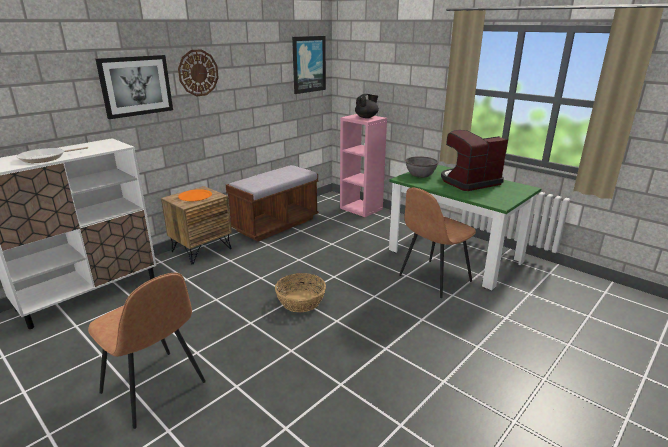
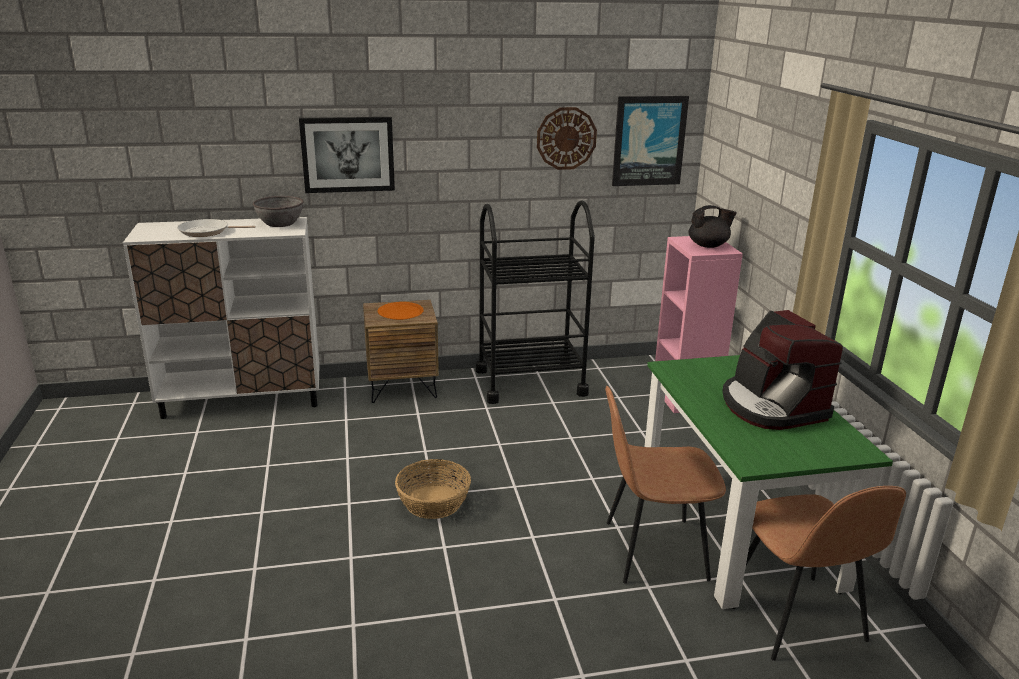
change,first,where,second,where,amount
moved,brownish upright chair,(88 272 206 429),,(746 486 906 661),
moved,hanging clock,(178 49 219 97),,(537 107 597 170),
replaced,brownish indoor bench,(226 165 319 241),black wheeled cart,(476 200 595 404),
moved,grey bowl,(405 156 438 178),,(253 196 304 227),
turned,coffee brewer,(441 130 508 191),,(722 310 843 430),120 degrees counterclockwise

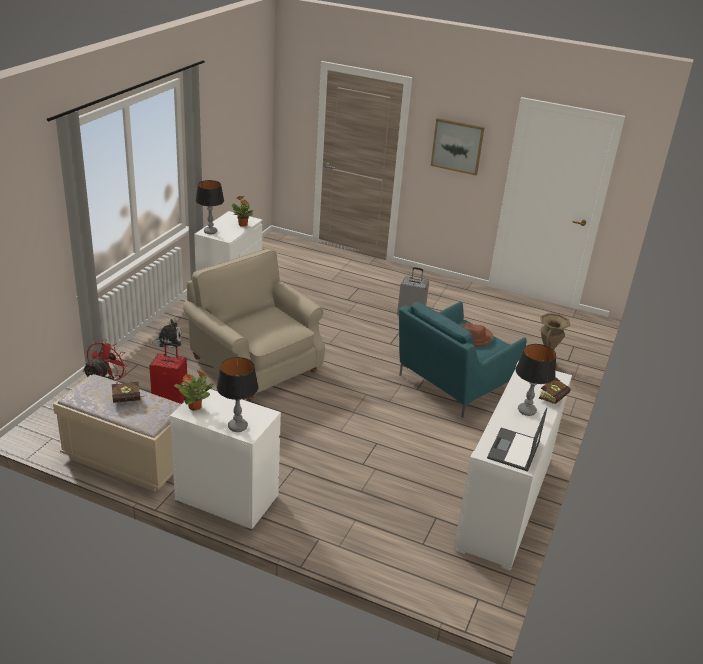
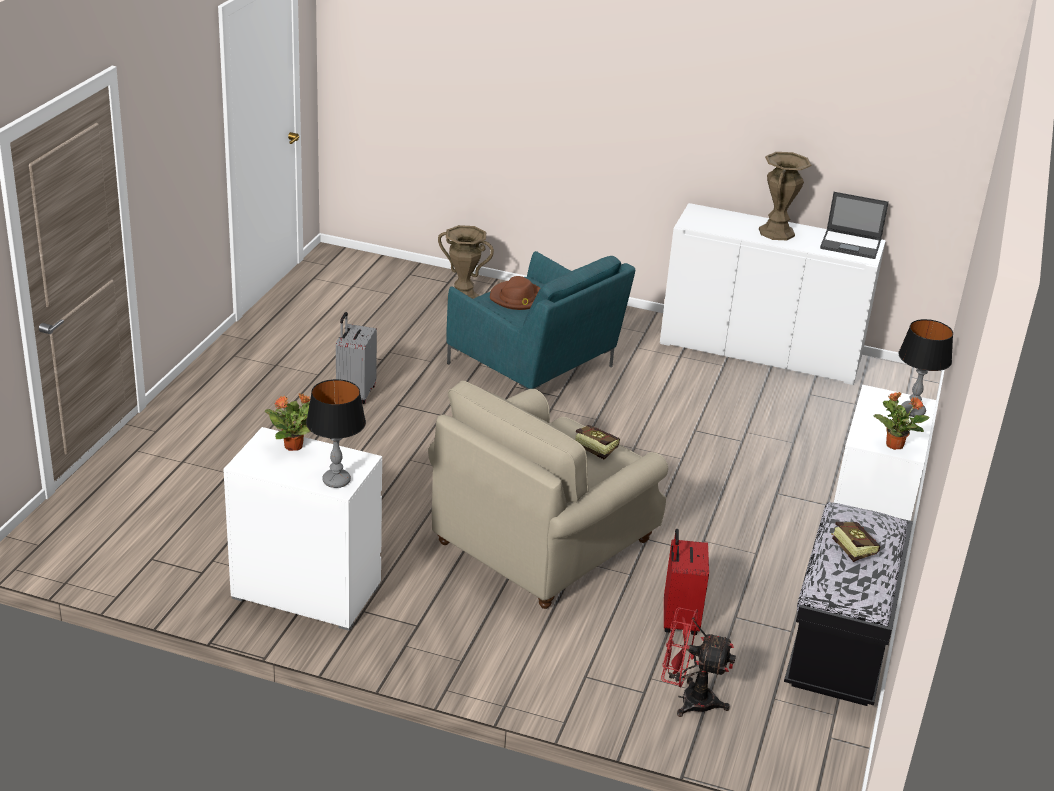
change,first,where,second,where,amount
recoloured,sand-coloured indoor bench,(53 374 182 491),black indoor bench,(784 502 913 706),
removed,plush toy,(149 319 182 348),,,
removed,wall art,(431 118 485 175),,,
replaced,table lamp,(516 344 556 416),brownish flower vase,(759 152 812 240),
moved,volume,(539 377 570 404),,(575 425 620 460),

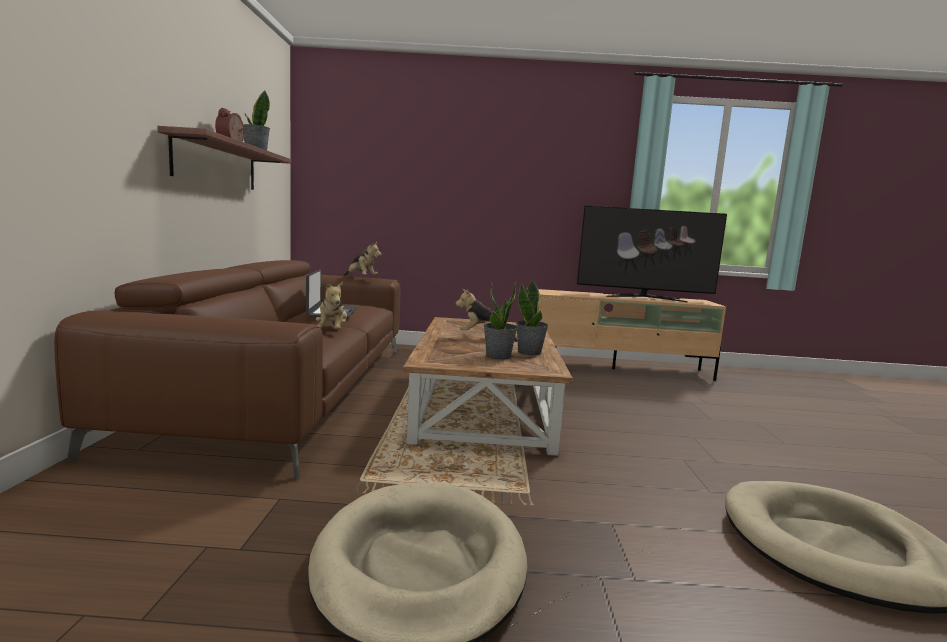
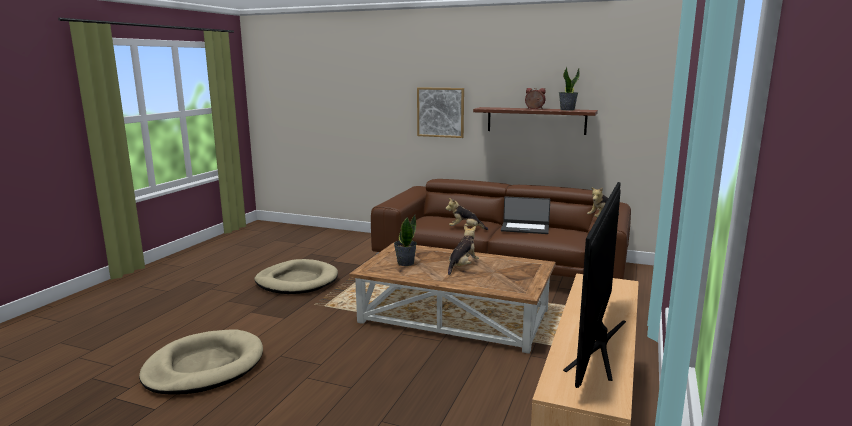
change,first,where,second,where,amount
removed,houseplant,(516 280 549 355),,,
added,,,wall art,(417 87 464 138),

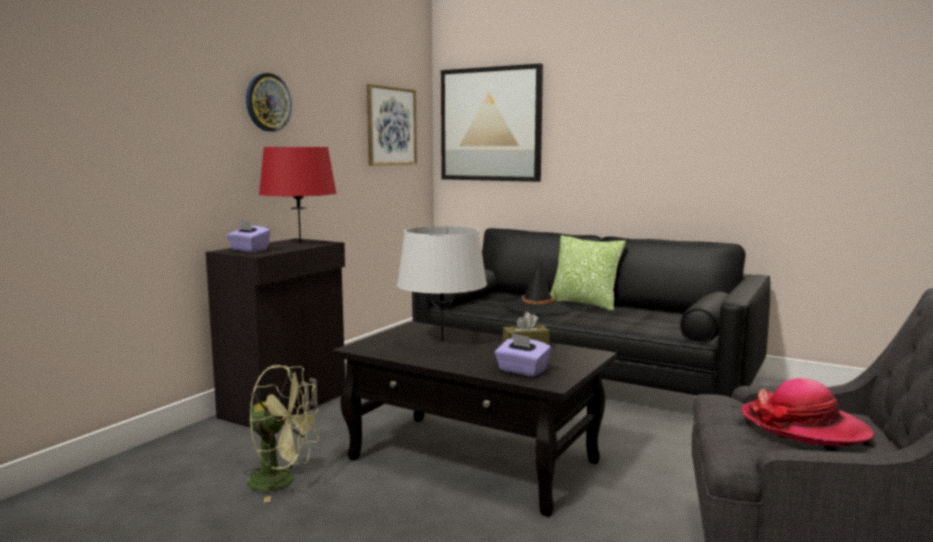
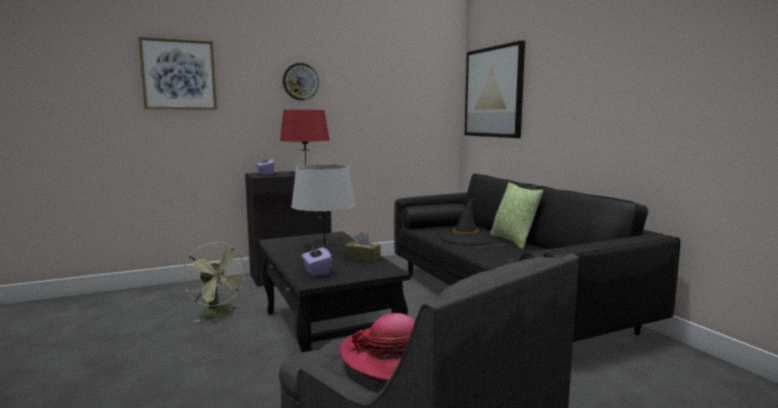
change,first,where,second,where,amount
moved,wall art,(367 84 417 166),,(138 37 217 110),

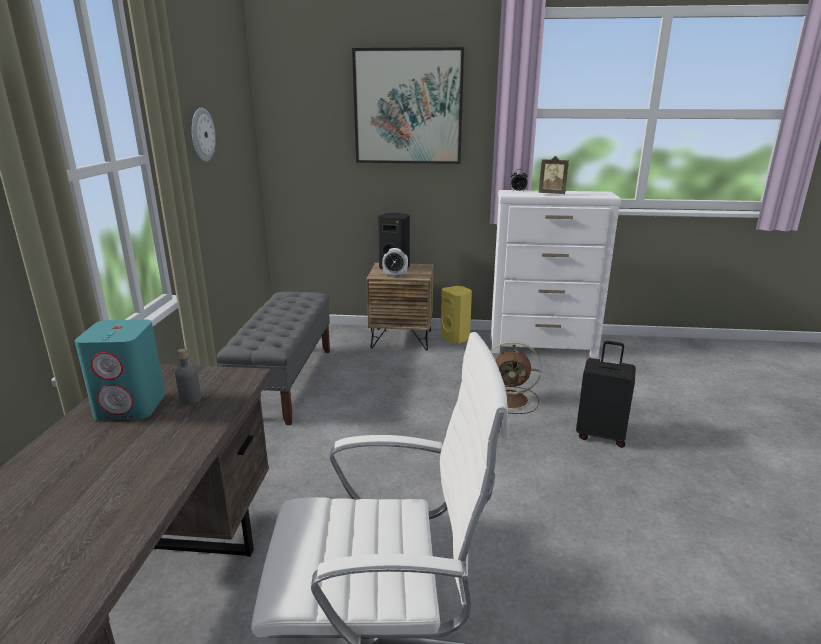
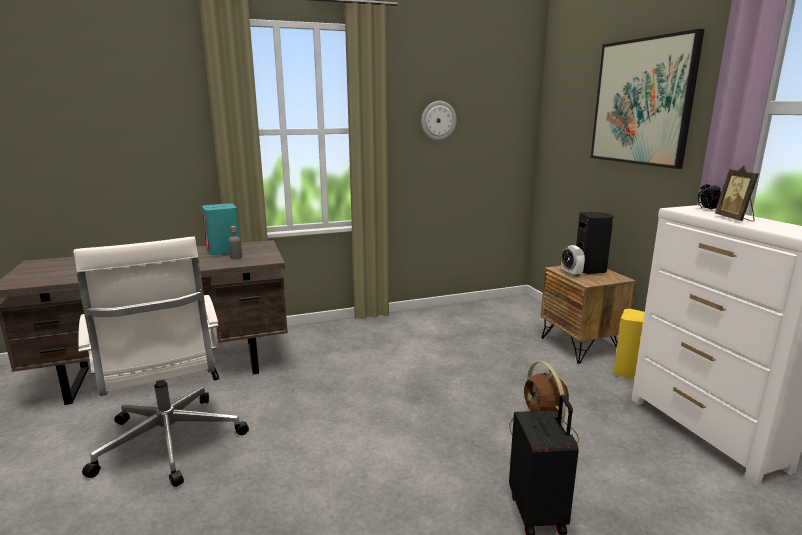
change,first,where,second,where,amount
removed,grey indoor bench,(216 292 330 425),,,

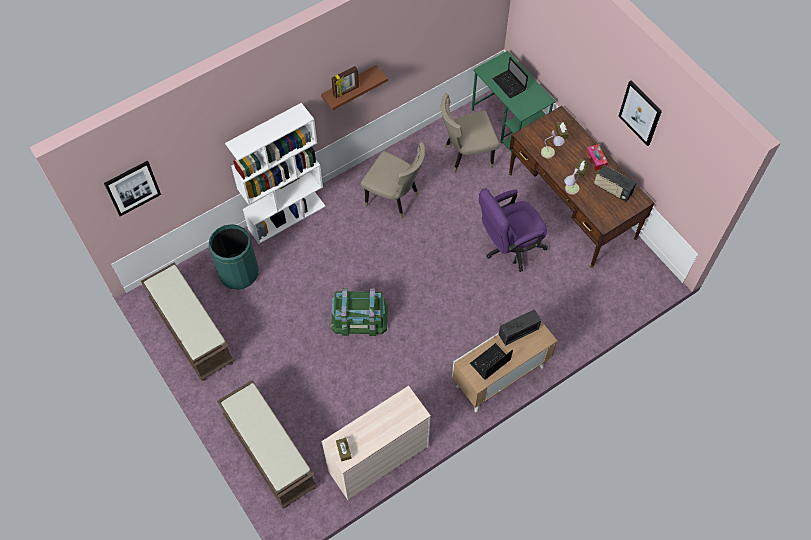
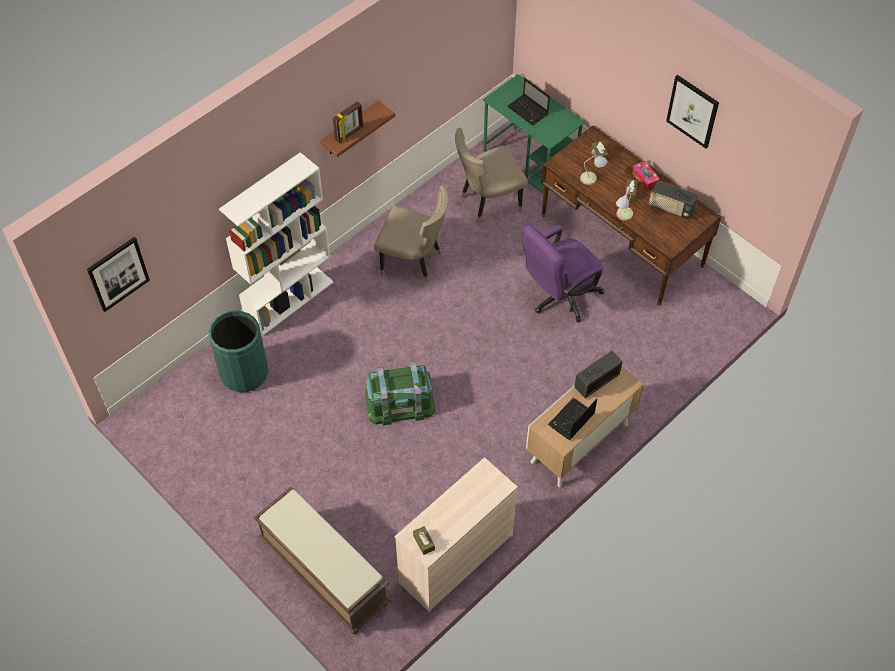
change,first,where,second,where,amount
removed,brownish indoor bench,(141 263 235 381),,,

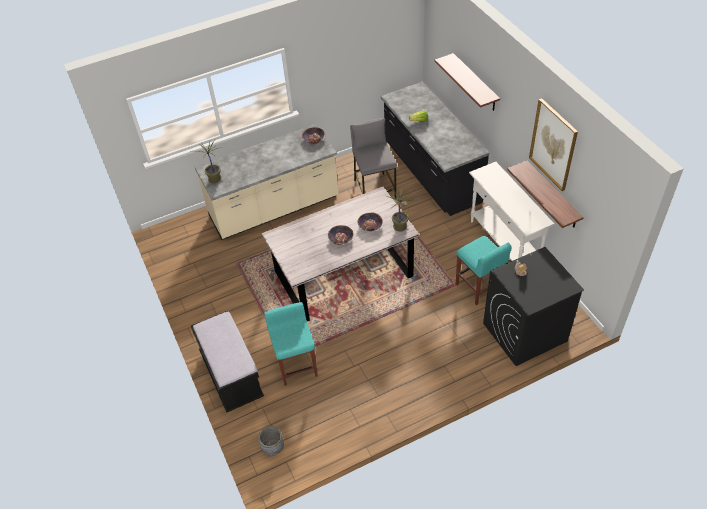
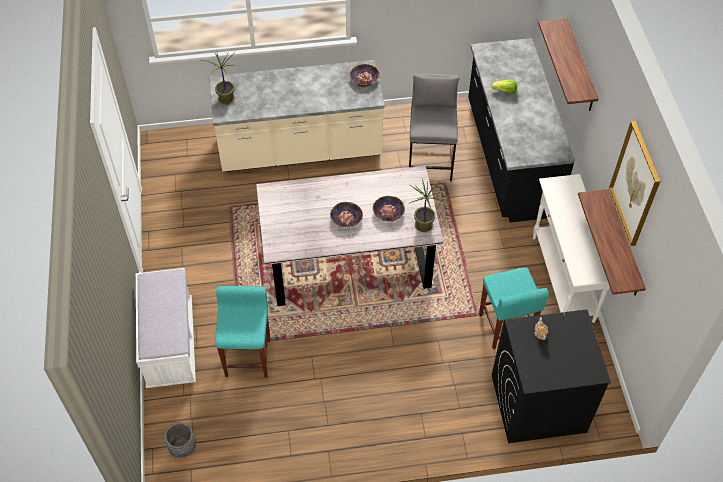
change,first,where,second,where,amount
recoloured,black indoor bench,(191 311 264 413),white indoor bench,(136 268 196 388),

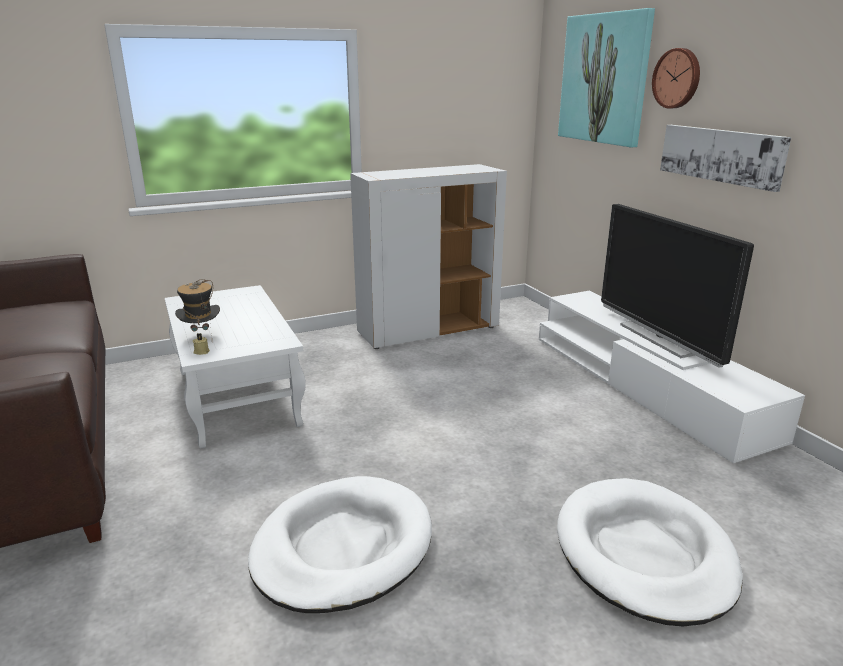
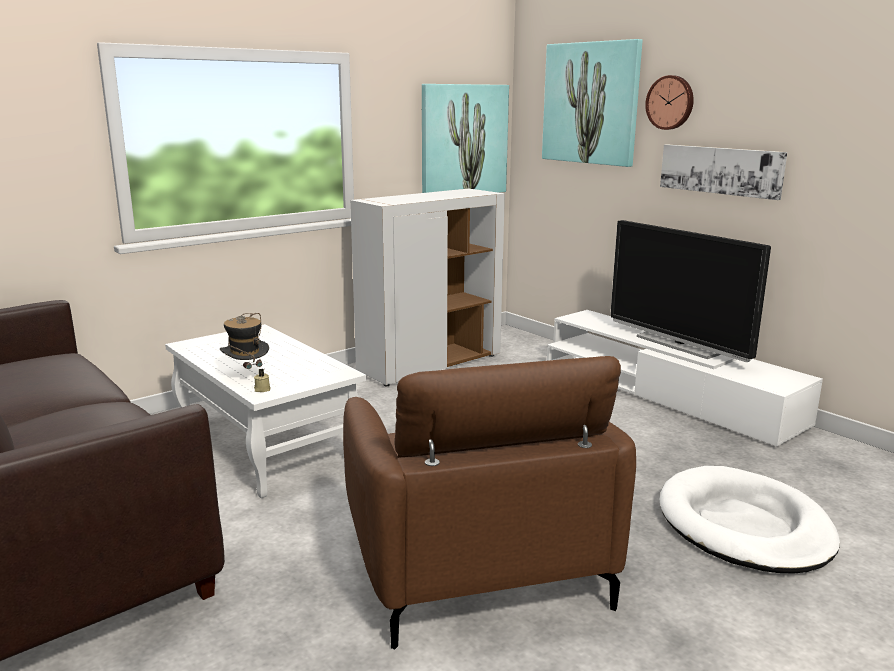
change,first,where,second,where,amount
replaced,white pet bed,(248 476 432 613),brownish lounge chair,(343 356 636 650),
added,,,wall art,(422 84 509 193),

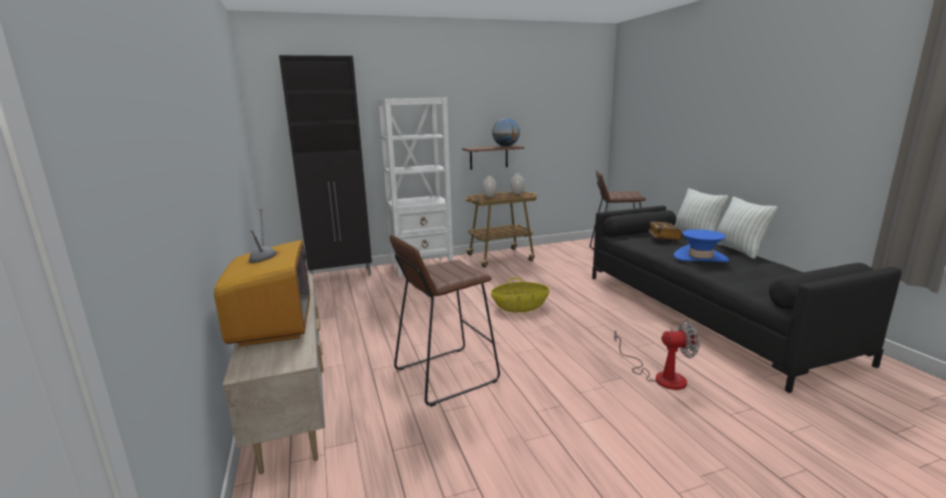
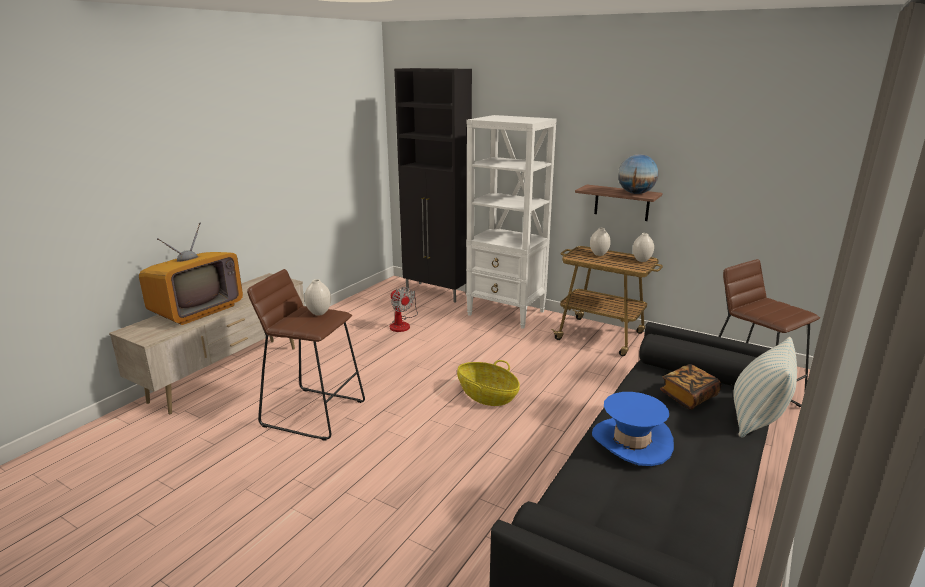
change,first,where,second,where,amount
moved,fan,(614 320 700 390),,(390 287 418 332),
removed,throw pillow,(717 197 778 259),,,
added,,,white flower vase,(304 279 331 316),

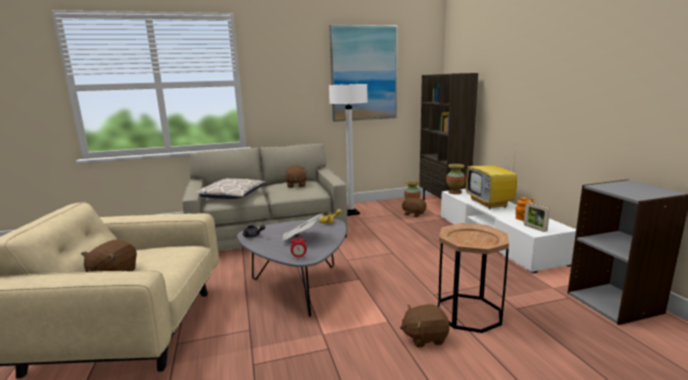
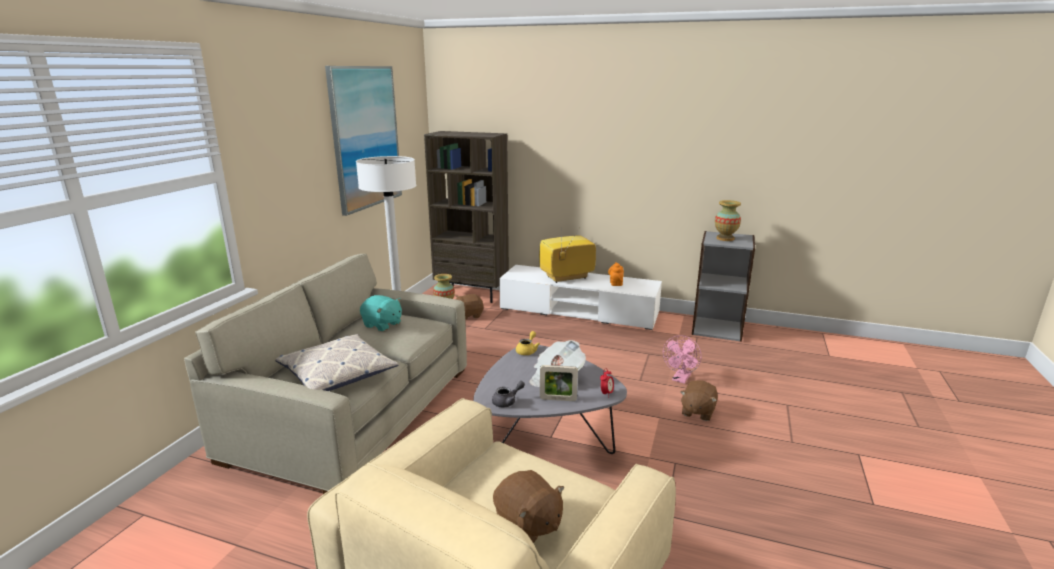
change,first,where,second,where,amount
recoloured,brownish plush toy,(284 165 307 188),turquoise plush toy,(360 295 402 331),
replaced,brownish end table,(438 223 509 333),pinkish fan,(663 335 702 384),
moved,flower vase,(446 164 465 194),,(715 200 741 241),
turned,television,(466 148 517 209),,(539 229 596 283),135 degrees clockwise
moved,picture frame,(524 202 550 232),,(540 365 578 401),

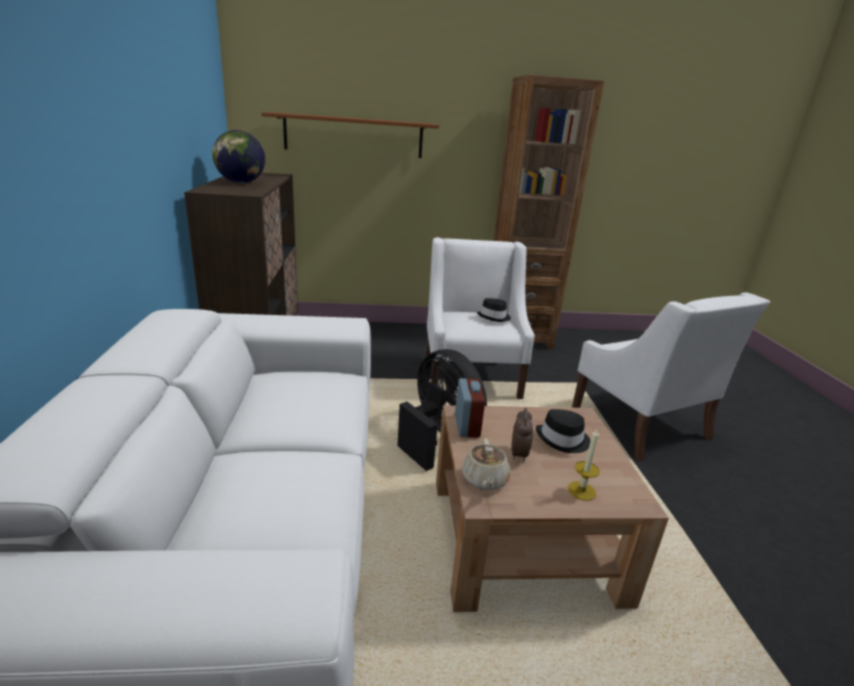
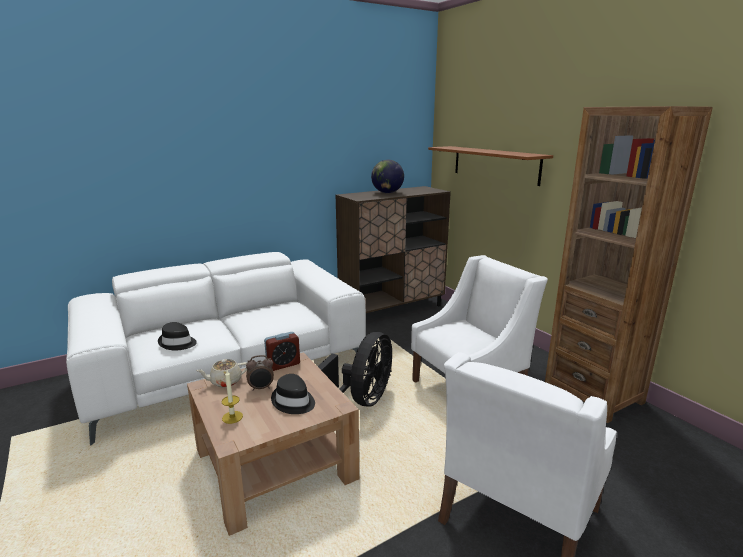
change,first,where,second,where,amount
moved,black wearable hat,(477 298 511 322),,(158 322 197 350),

